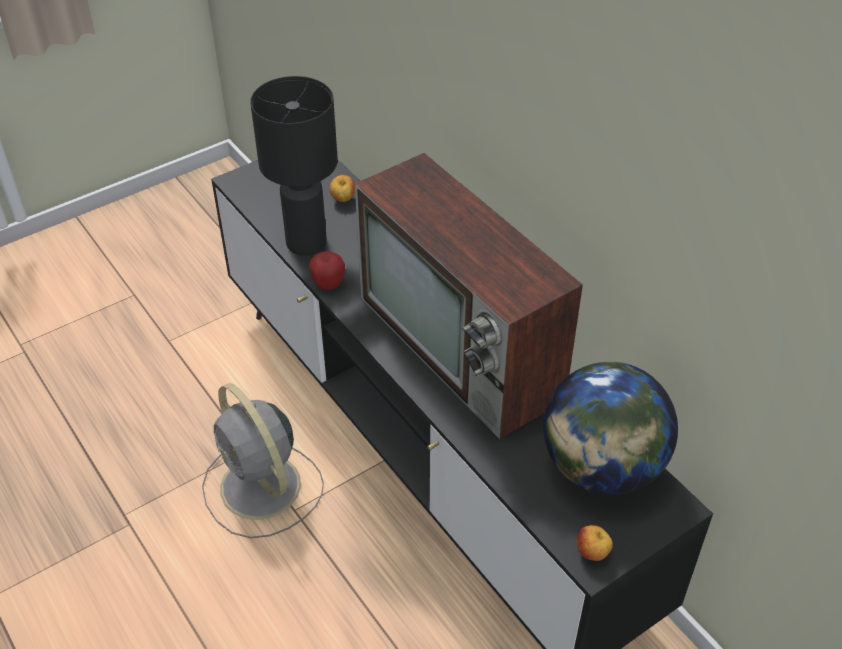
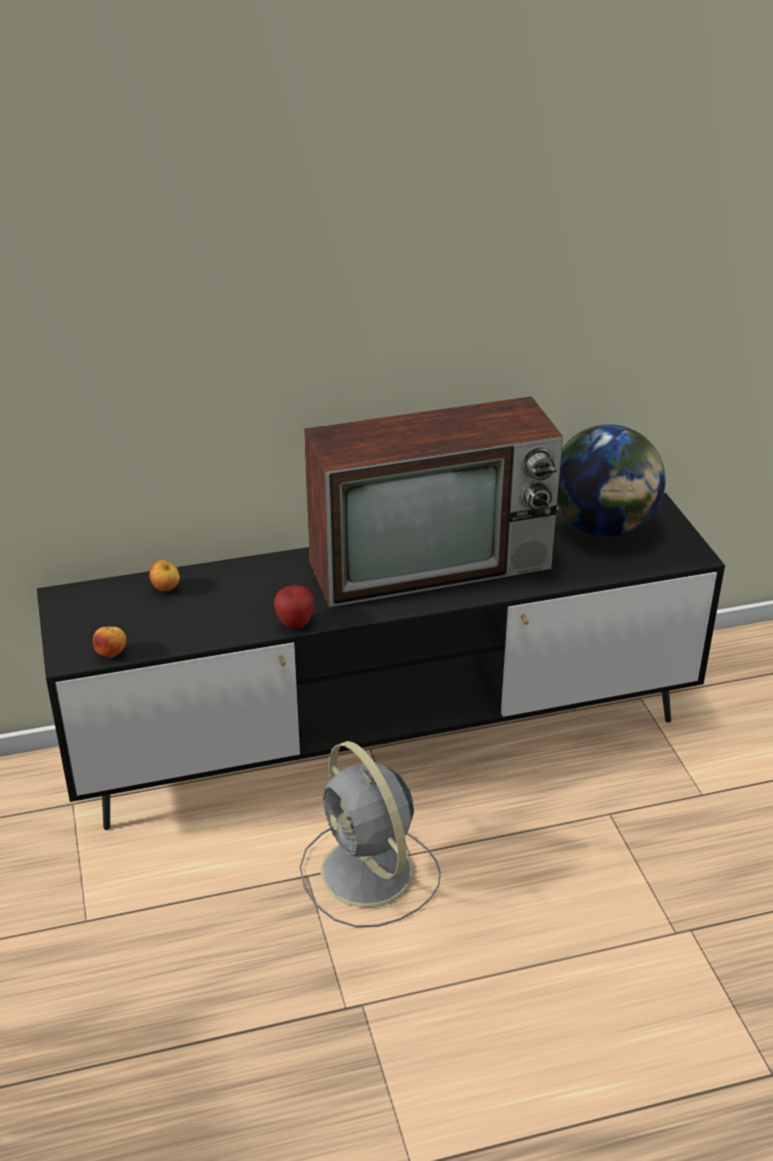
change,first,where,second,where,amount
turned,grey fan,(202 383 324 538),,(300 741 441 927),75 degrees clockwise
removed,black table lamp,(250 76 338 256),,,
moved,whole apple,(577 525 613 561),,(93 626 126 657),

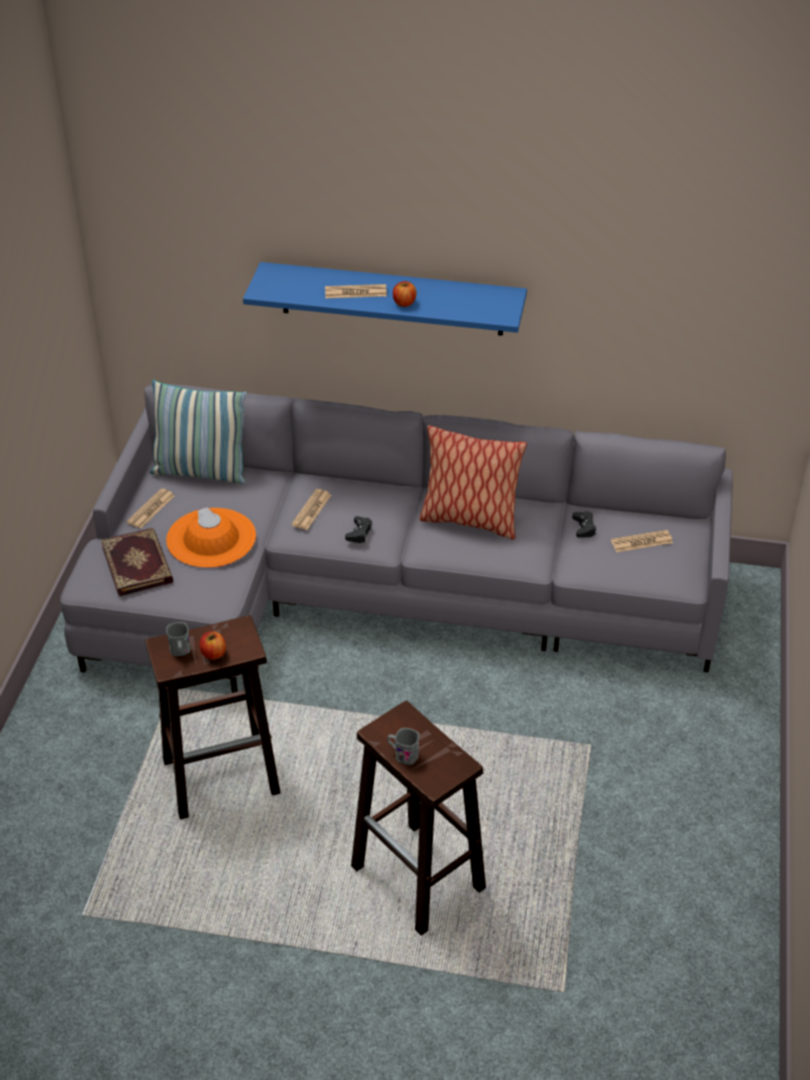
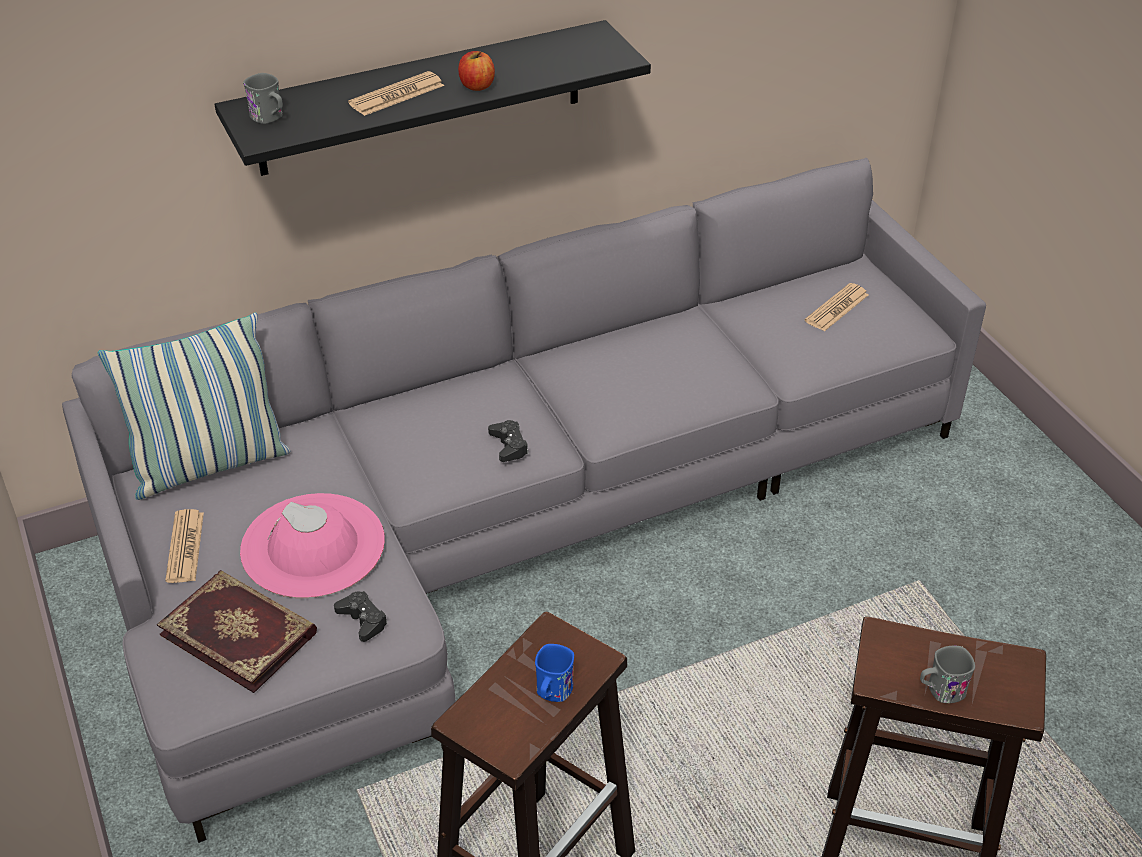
change,first,where,second,where,amount
recoloured,orange wearable hat,(166 507 256 568),pinkish wearable hat,(240 493 385 598),
moved,grey mug,(166 622 191 656),,(243 73 283 124),
replaced,whole apple,(200 631 226 660),bluish mug,(535 644 574 702),
recoloured,bluish shelf,(243 262 527 336),black shelf,(215 20 651 176),
removed,daily paper,(291 489 331 530),,,
removed,throw pillow,(419 425 527 540),,,
moved,black game controller,(572 511 596 538),,(334 591 388 642),

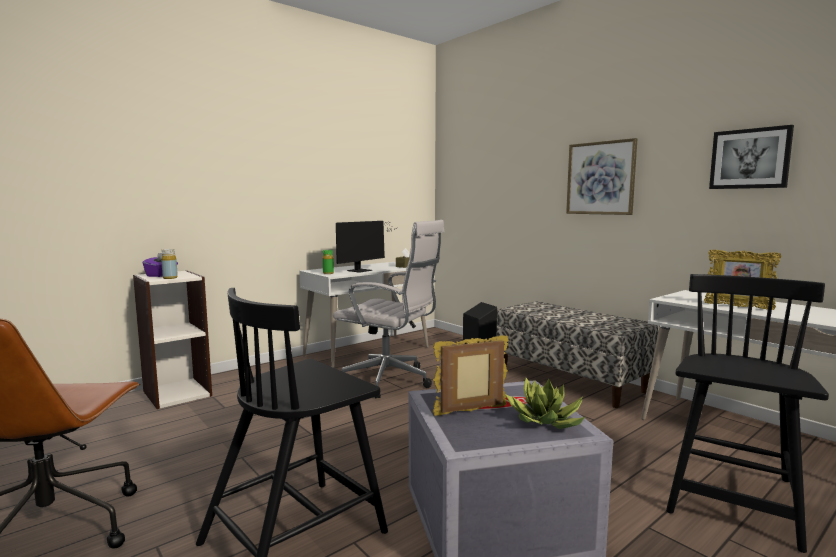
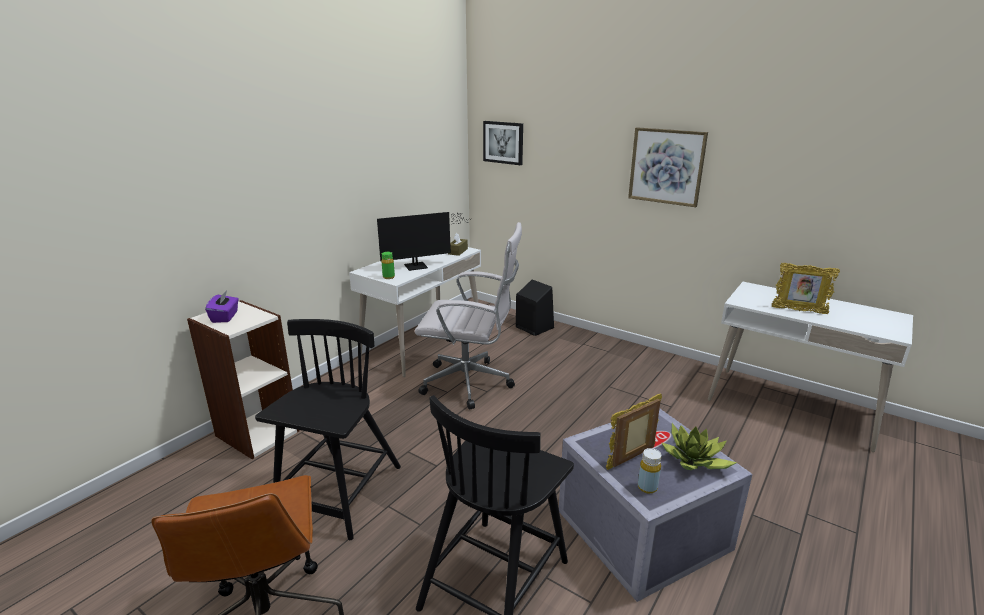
change,first,where,second,where,amount
moved,yellowish bottle,(161 249 178 279),,(638 448 662 494),
turned,computer display,(336 221 392 273),,(377 212 472 271),45 degrees clockwise
removed,indoor bench,(496 301 658 408),,,
moved,black upright chair,(666 274 829 553),,(255 319 401 540),
moved,wall art,(709 125 794 189),,(483 121 523 165),

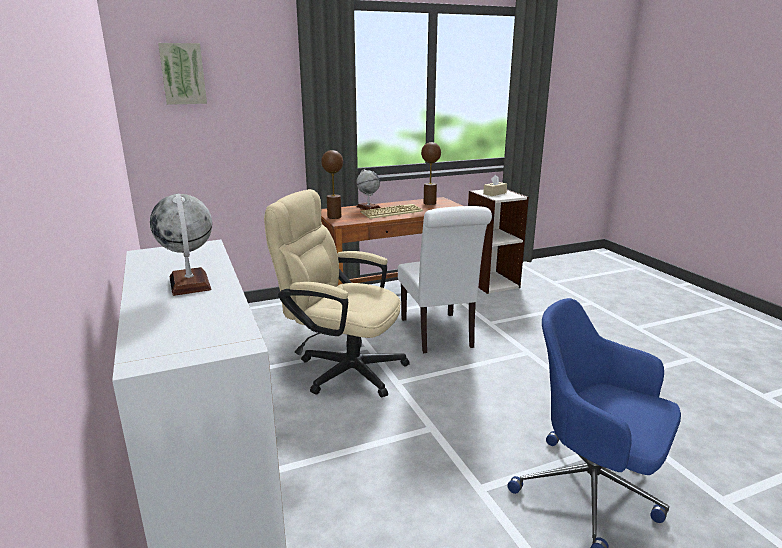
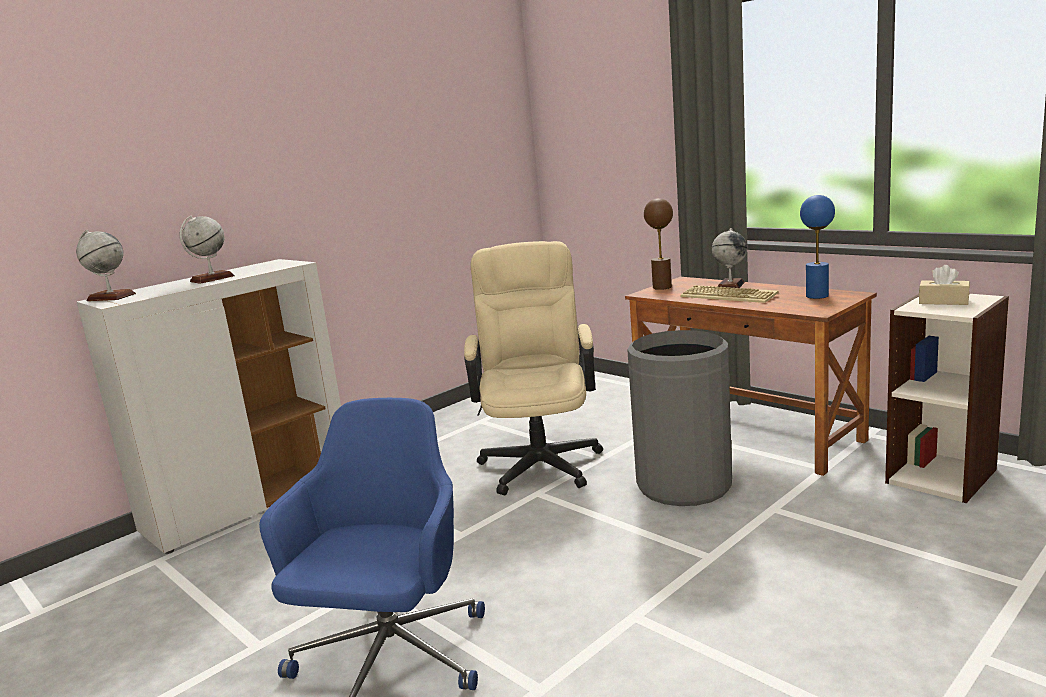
change,first,where,second,where,amount
removed,wall art,(158 43 207 105),,,
replaced,white upright chair,(398 206 492 353),grey waste bin,(627 330 732 506),
recoloured,brownish table lamp,(421 142 441 205),bluish table lamp,(800 195 835 299),
added,,,world globe,(76 230 136 301),

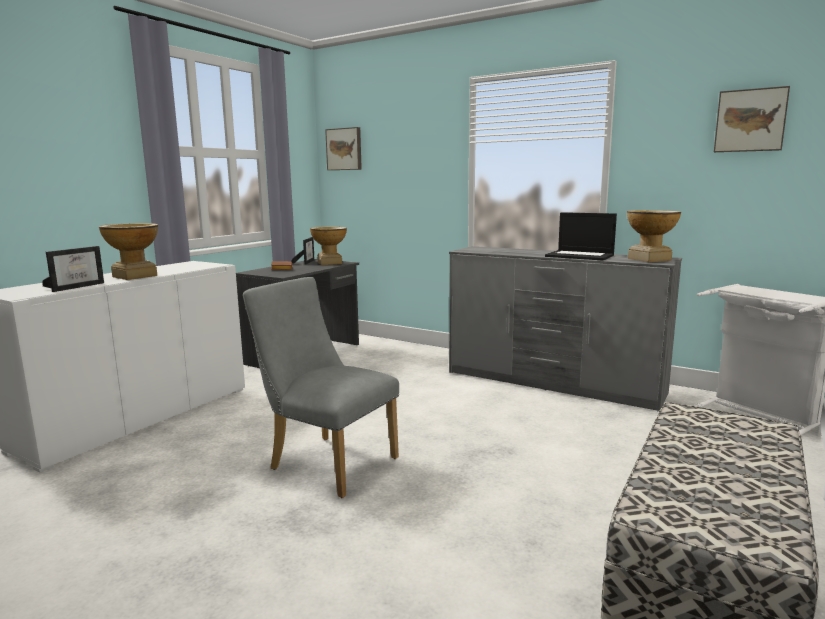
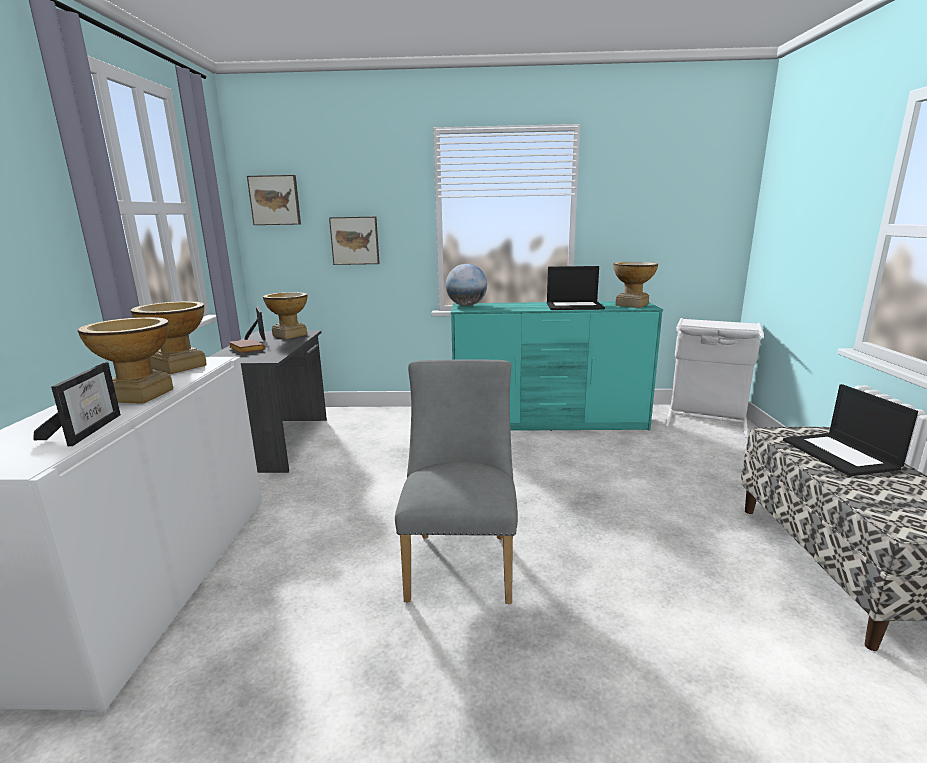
change,first,where,second,where,amount
turned,grey upright chair,(243 277 399 498),,(395 359 518 604),90 degrees clockwise
recoloured,grey drawer chest,(449 246 682 412),turquoise drawer chest,(451 301 663 431),
moved,wall art,(714 86 790 152),,(329 217 380 265),
added,,,flower vase,(131 301 207 374),
added,,,world globe,(446 264 487 306),
added,,,notebook computer,(783 384 918 476),

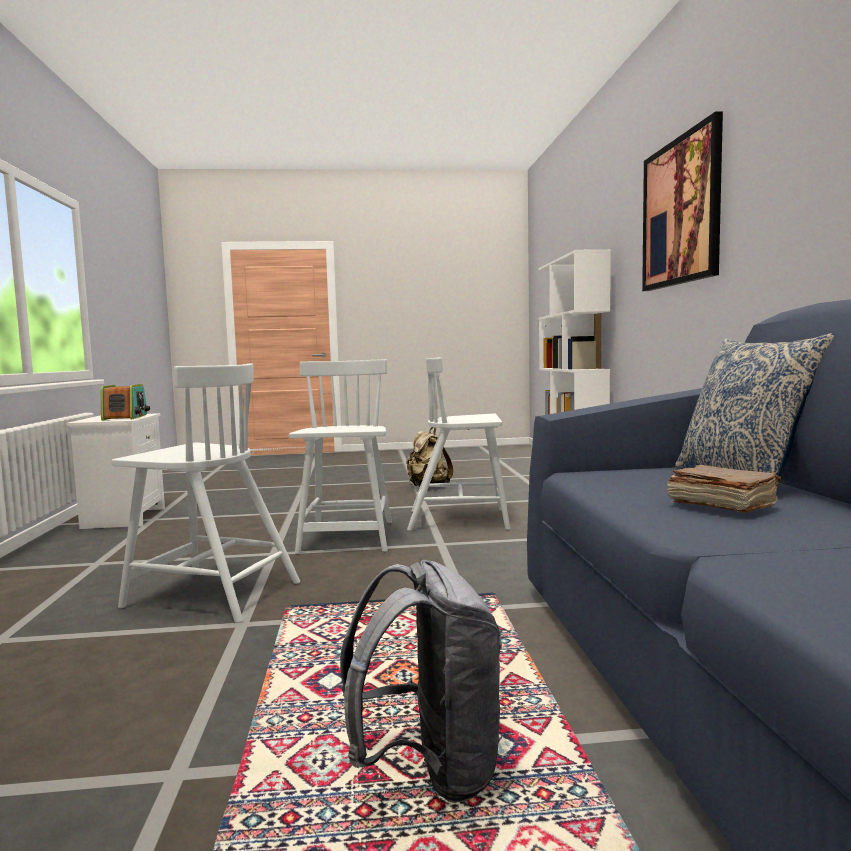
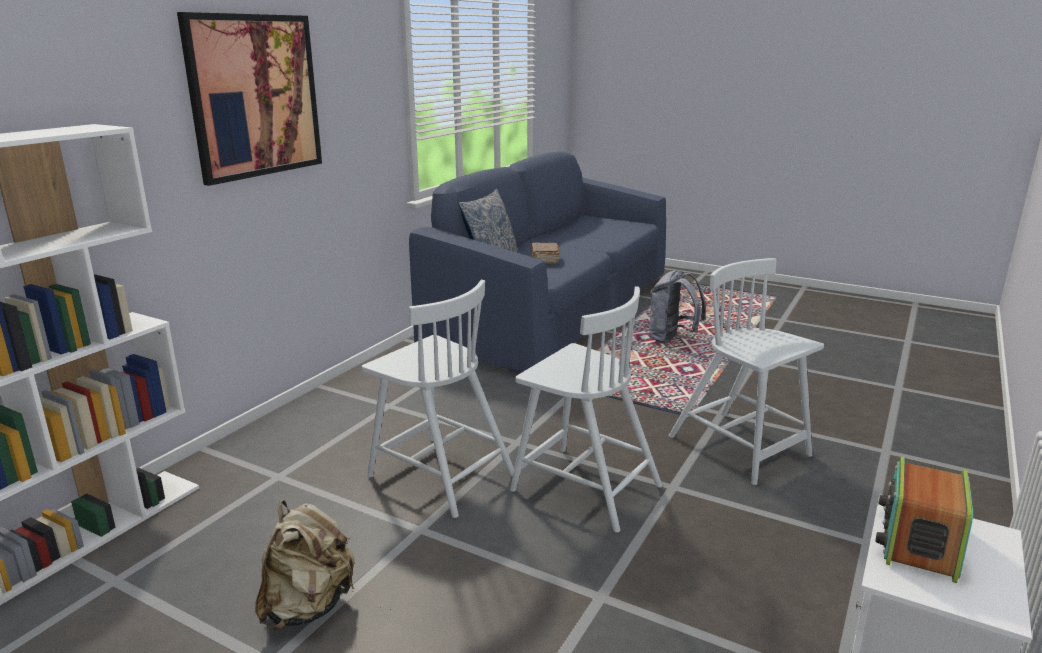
change,first,where,second,where,amount
turned,white upright chair,(289 359 392 554),,(510 286 662 533),90 degrees counterclockwise

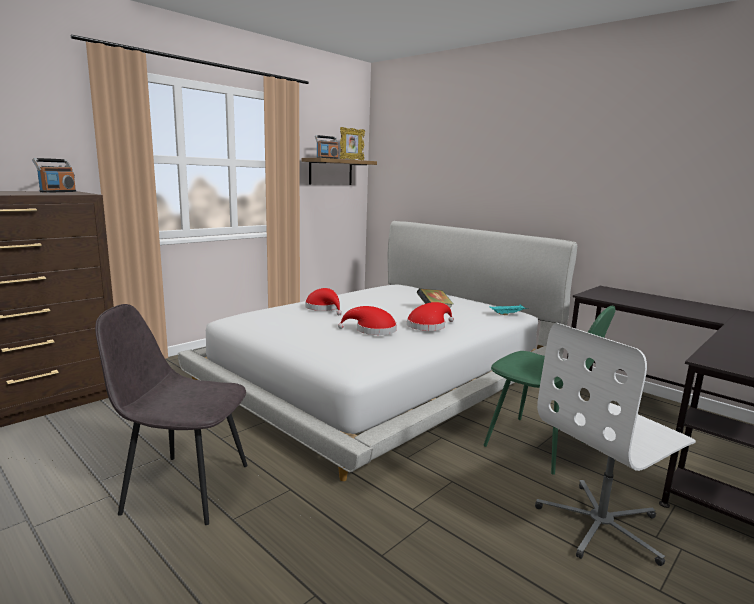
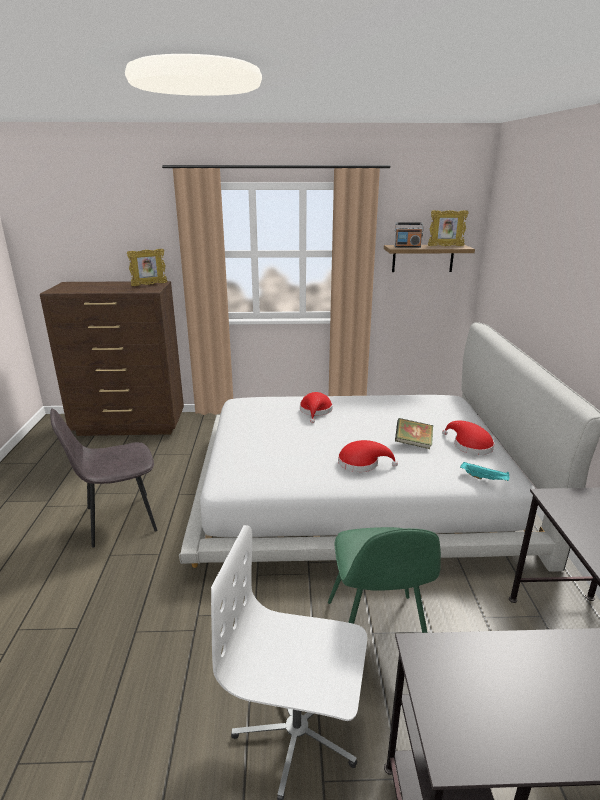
change,first,where,second,where,amount
replaced,radio,(32 158 76 193),picture frame,(127 249 167 286),
turned,grey upright chair,(95 304 247 525),,(50 408 157 547),75 degrees counterclockwise
moved,red-coloured wearable hat,(338 306 397 335),,(442 421 494 455),

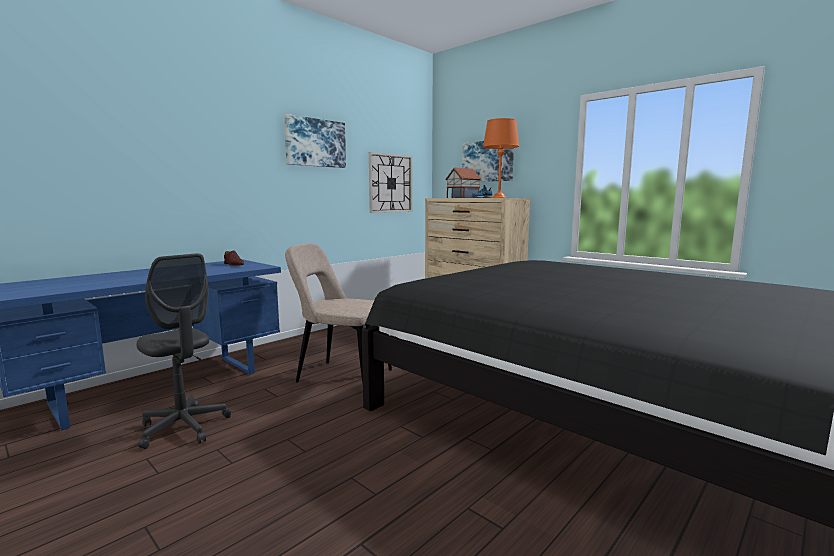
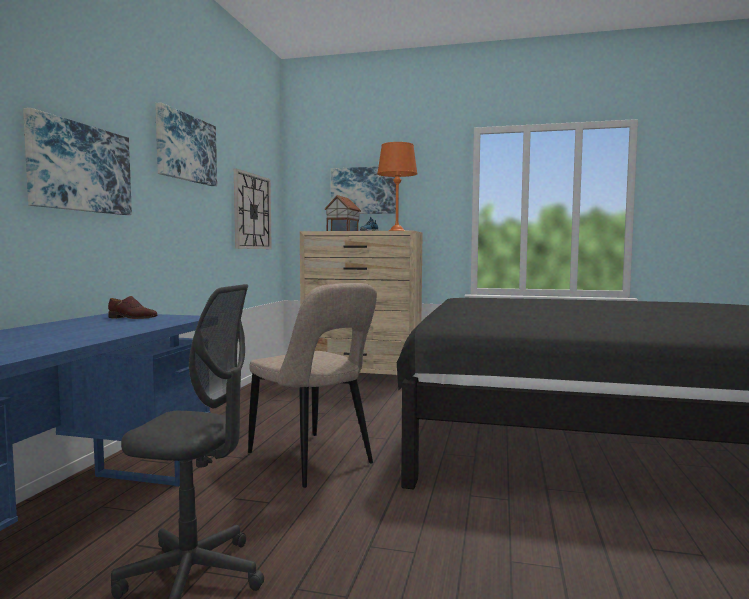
change,first,where,second,where,amount
turned,sand-coloured upright chair,(285 243 392 384),,(248 283 377 488),120 degrees counterclockwise
added,,,wall art,(23 108 132 215),

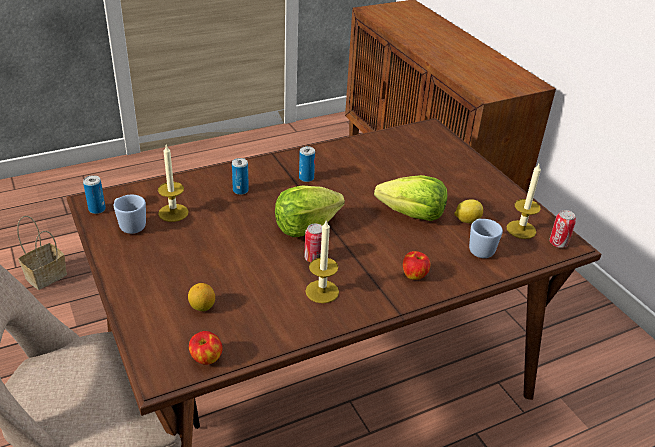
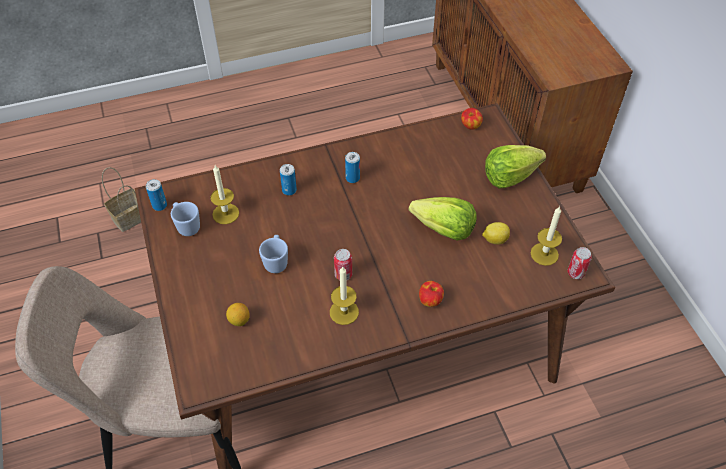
change,first,where,second,where,amount
moved,whole apple,(189 331 223 365),,(461 108 483 130),
moved,lettuce,(275 185 345 237),,(485 145 546 188),
moved,bluish mug,(469 219 503 258),,(259 235 288 273),

